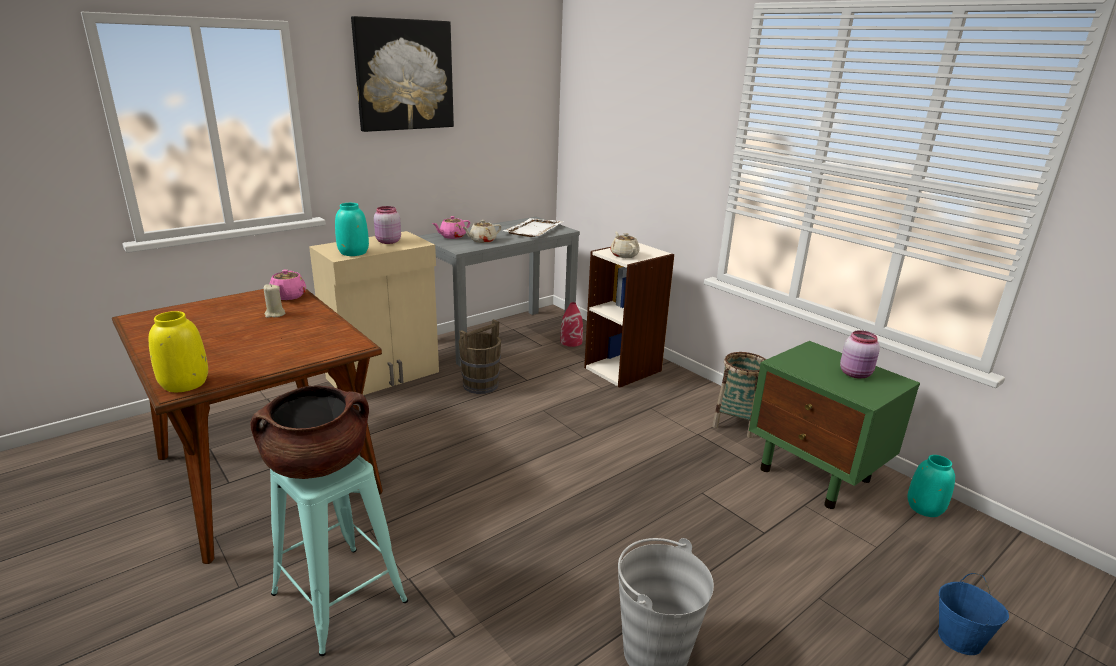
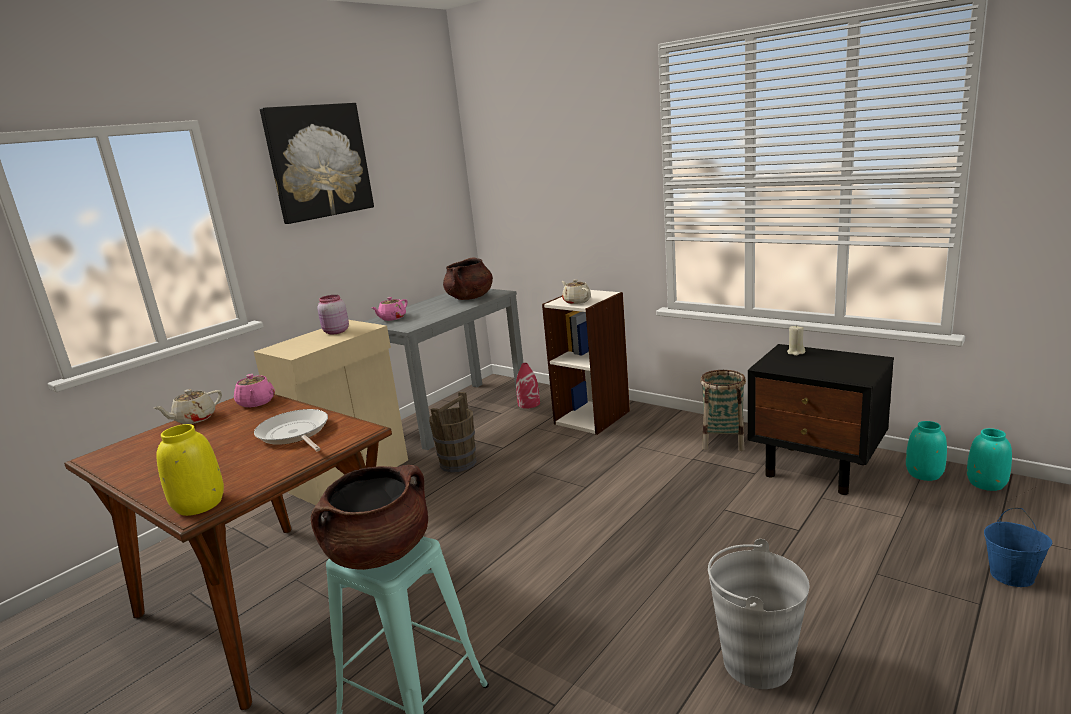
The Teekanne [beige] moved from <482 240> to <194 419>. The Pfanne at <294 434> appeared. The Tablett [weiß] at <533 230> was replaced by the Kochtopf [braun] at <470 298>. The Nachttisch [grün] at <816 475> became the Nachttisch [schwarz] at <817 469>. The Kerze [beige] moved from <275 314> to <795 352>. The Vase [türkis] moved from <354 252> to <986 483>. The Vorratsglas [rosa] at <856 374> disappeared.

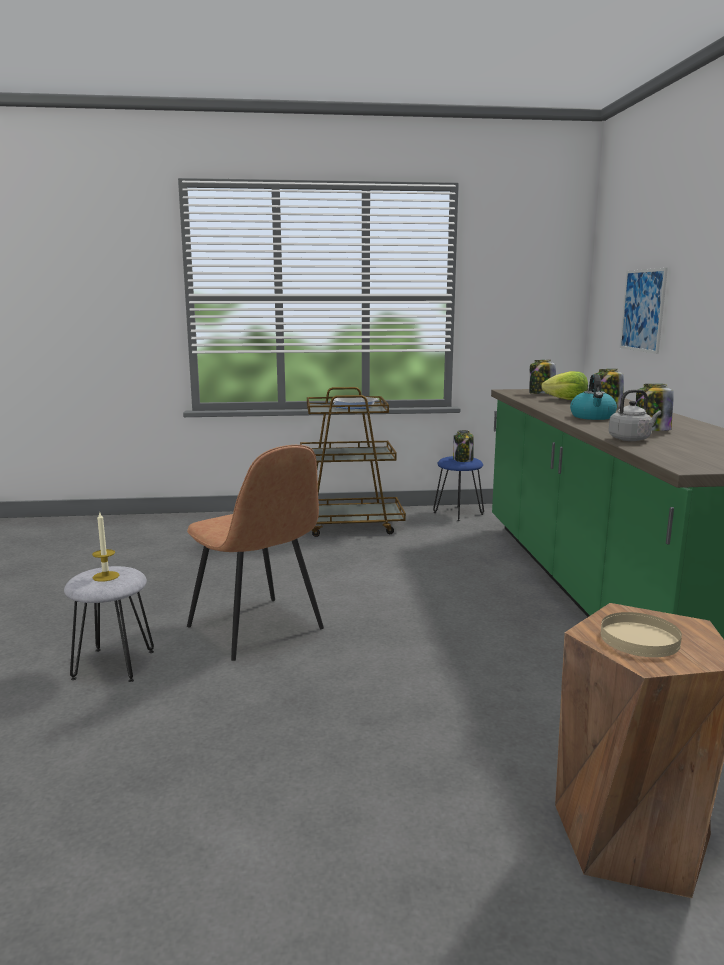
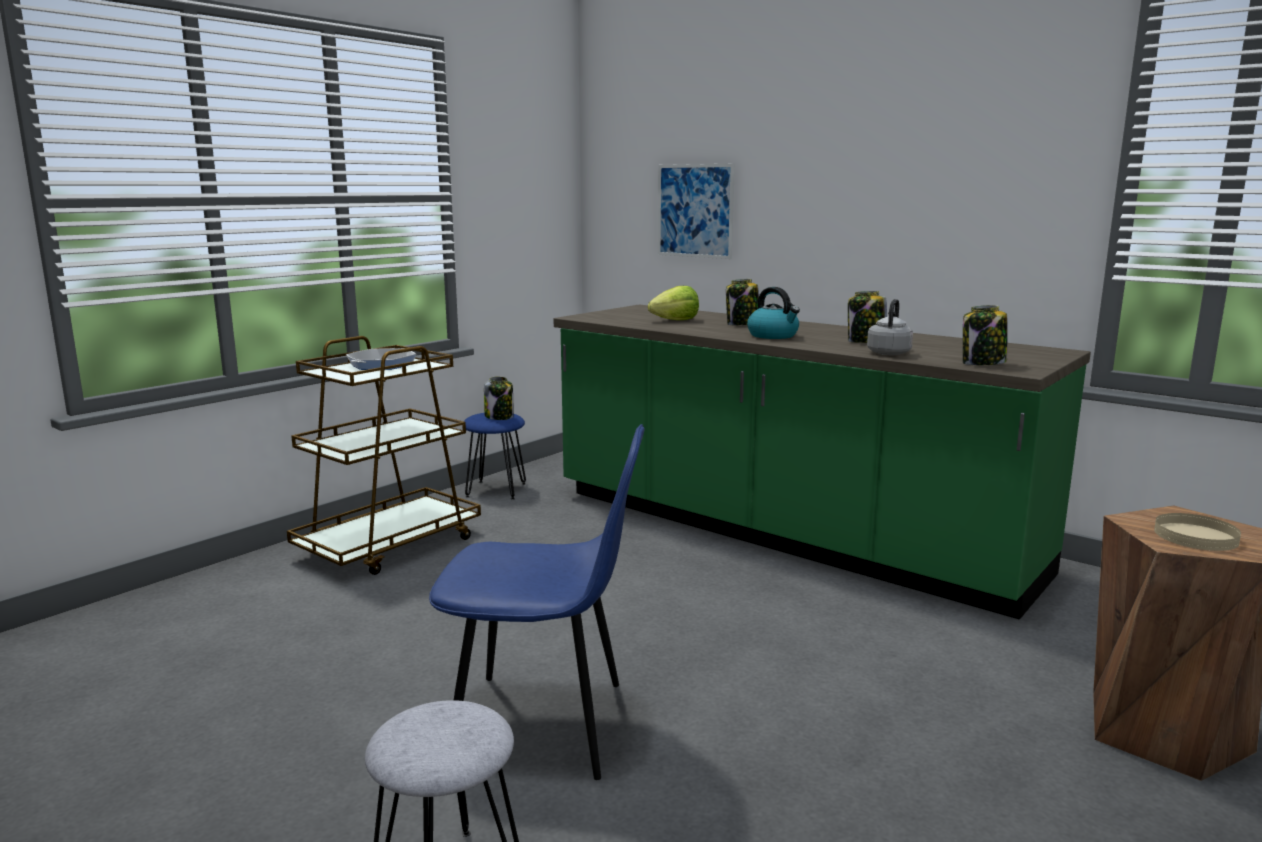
The Stuhl [braun] at <256 629> became the Stuhl [blau] at <544 725>. The Vorratsglas moved from <541 394> to <983 363>. The Kerze at <106 576> disappeared.

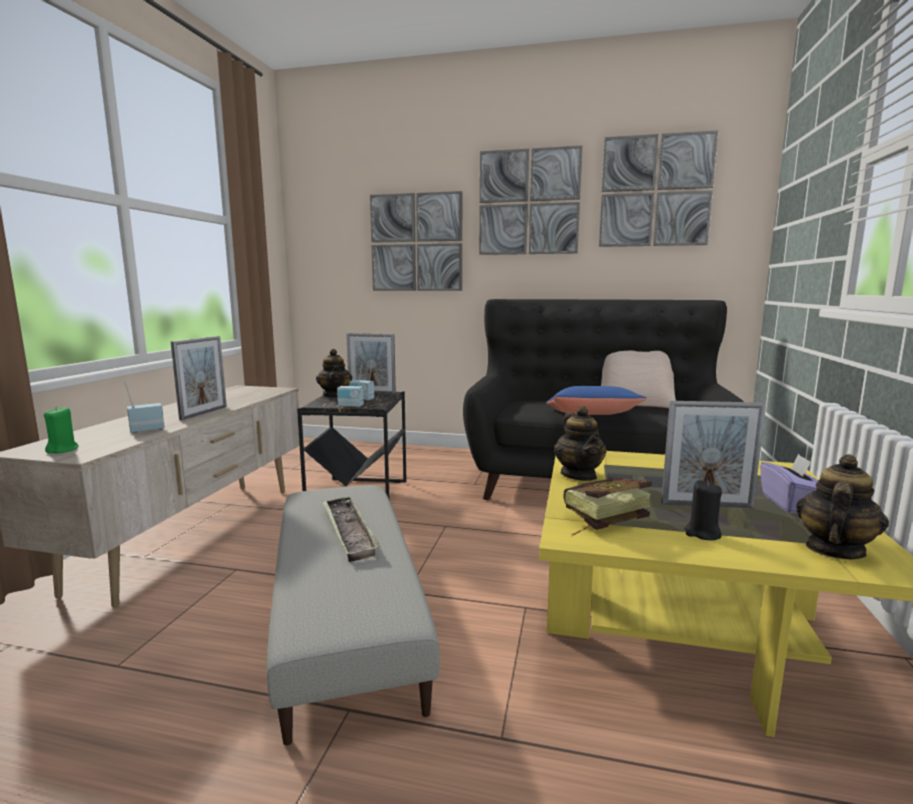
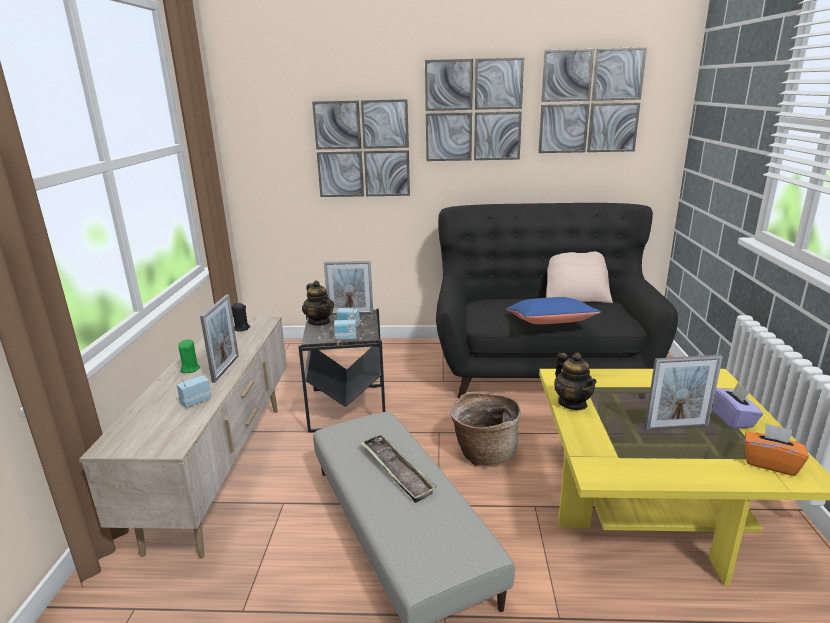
The Kerze [grün] moved from <63 450> to <190 369>. The Kerze [schwarz] moved from <702 533> to <241 328>. The Korb at <483 452> appeared. The Teekanne at <833 549> was replaced by the Taschentuchbox [orange] at <770 463>. The Buch at <599 522> disappeared.

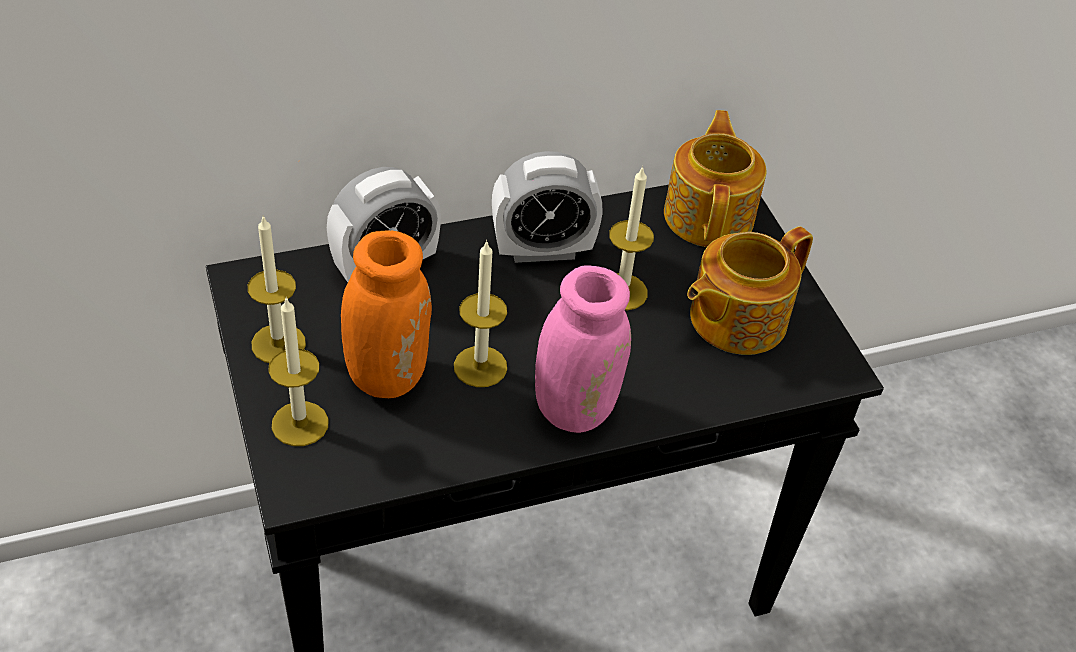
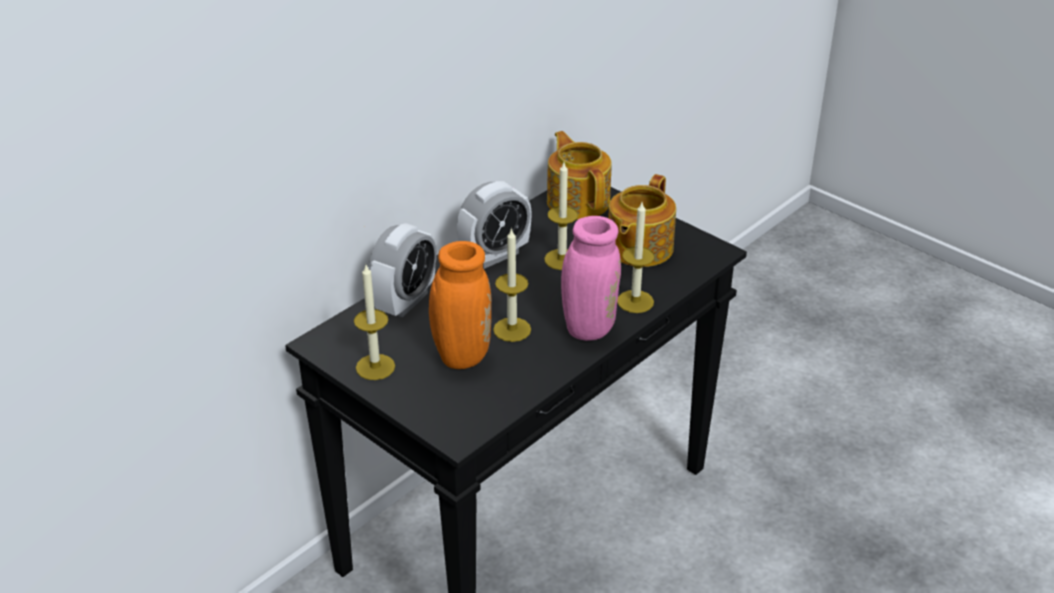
The Kerze moved from <300 423> to <635 301>.

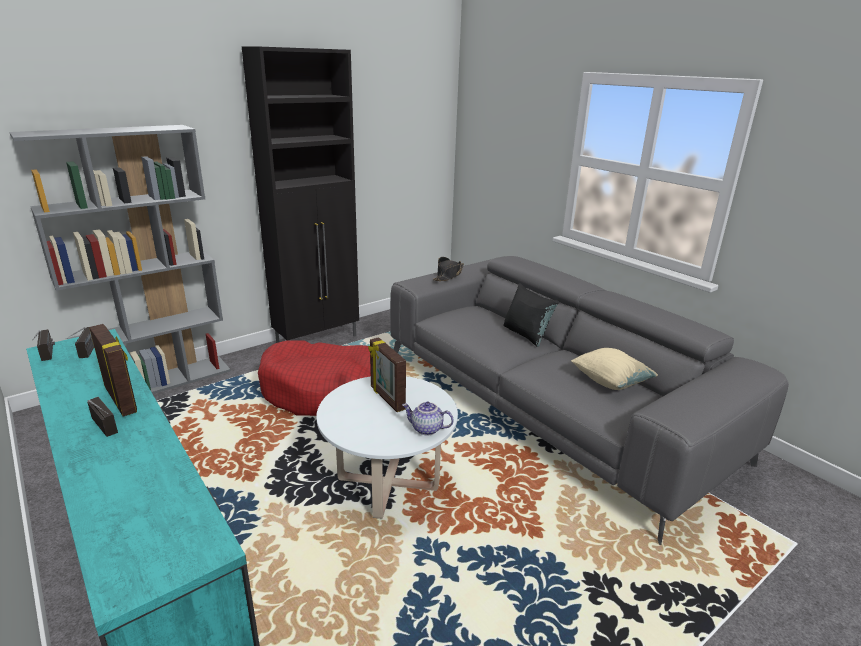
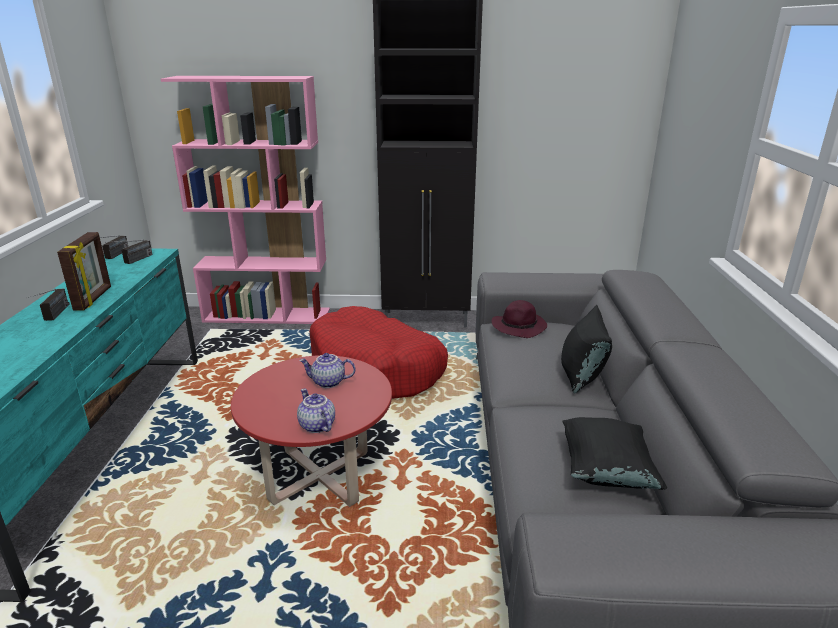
The Bücherregal [grau] at <160 381> became the Bücherregal [rosa] at <268 315>. The Couchtisch [weiß] at <388 483> became the Couchtisch [rot] at <320 477>. The Bilderrahmen at <386 398> was replaced by the Teekanne at <328 382>. The Hut [lila] at <519 327> appeared. The Kissen [beige] at <610 382> became the Kissen [schwarz] at <606 471>. The Hut [schwarz] at <448 275> disappeared.

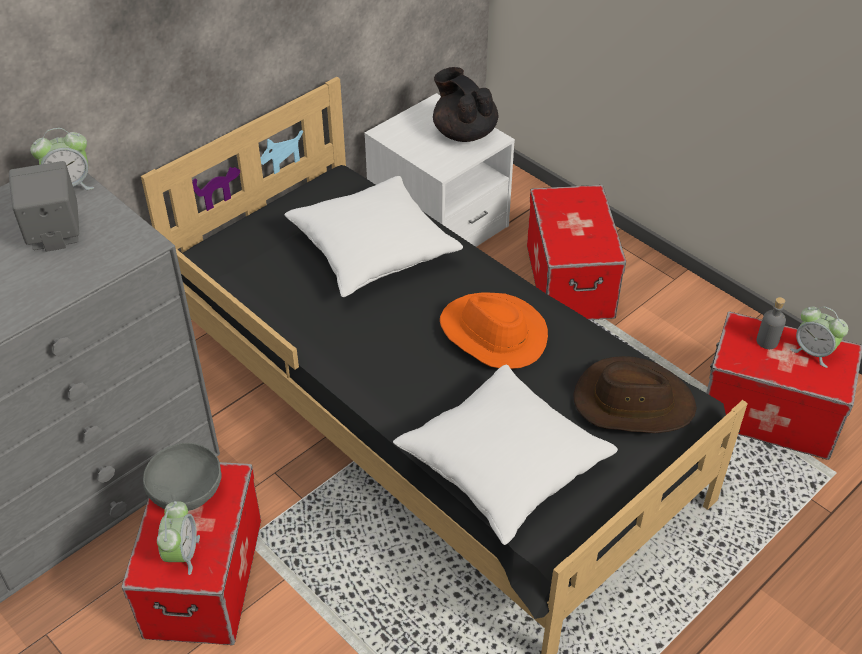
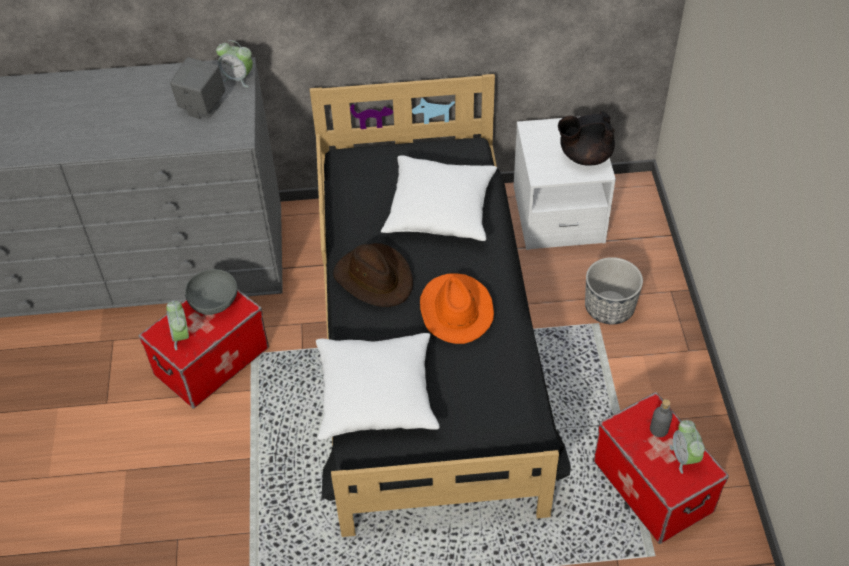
The Wecker at <182 554> turned 120 degrees clockwise. The Hut [braun] moved from <632 402> to <374 278>. The Teekanne [schwarz] at <464 132> turned 105 degrees counterclockwise. The Aufbewahrungsbox at <570 281> was replaced by the Pflanzkübel at <609 308>.

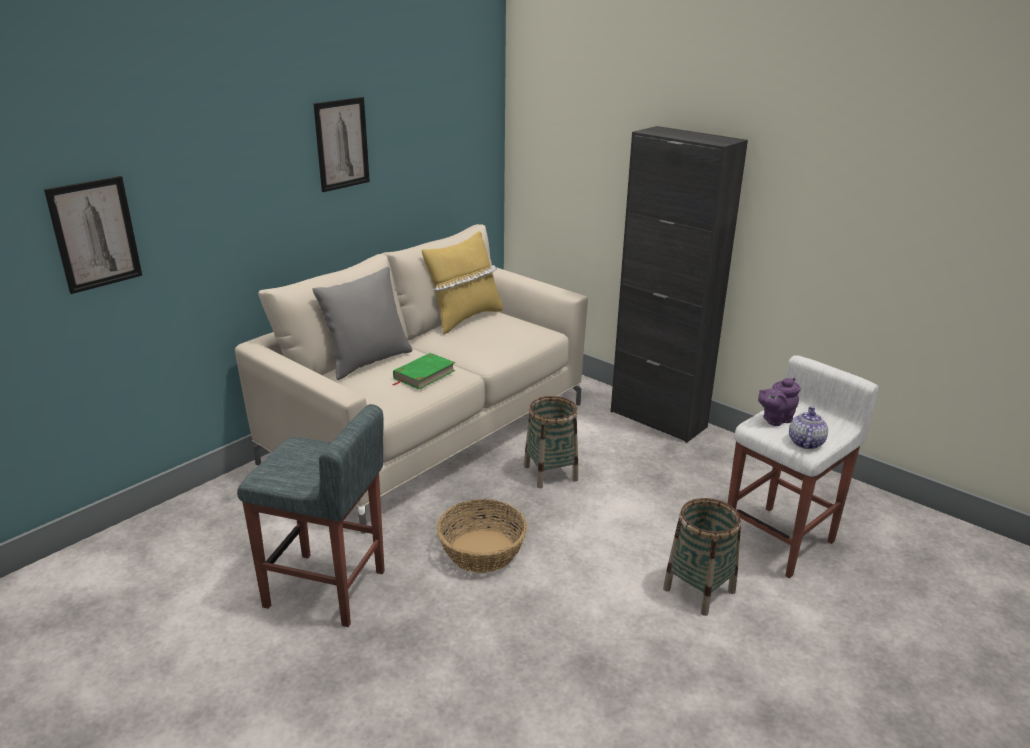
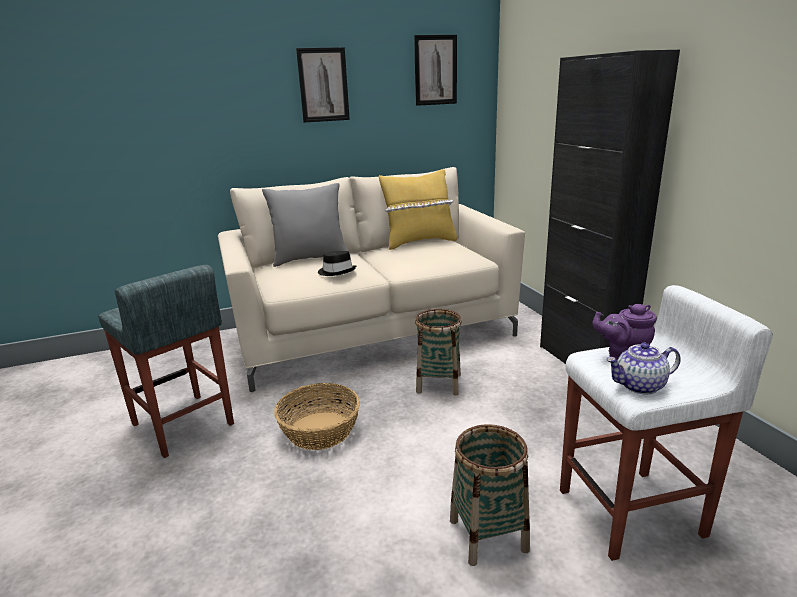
The Buch [grün] at <424 374> was replaced by the Hut [schwarz] at <337 271>. The Bild moved from <95 234> to <435 70>. The Teekanne at <805 442> turned 150 degrees counterclockwise.

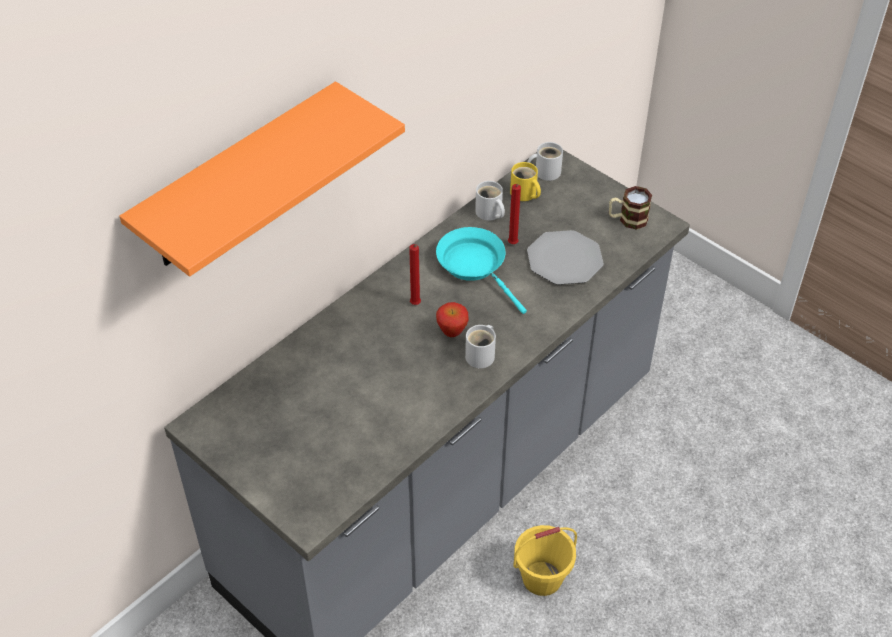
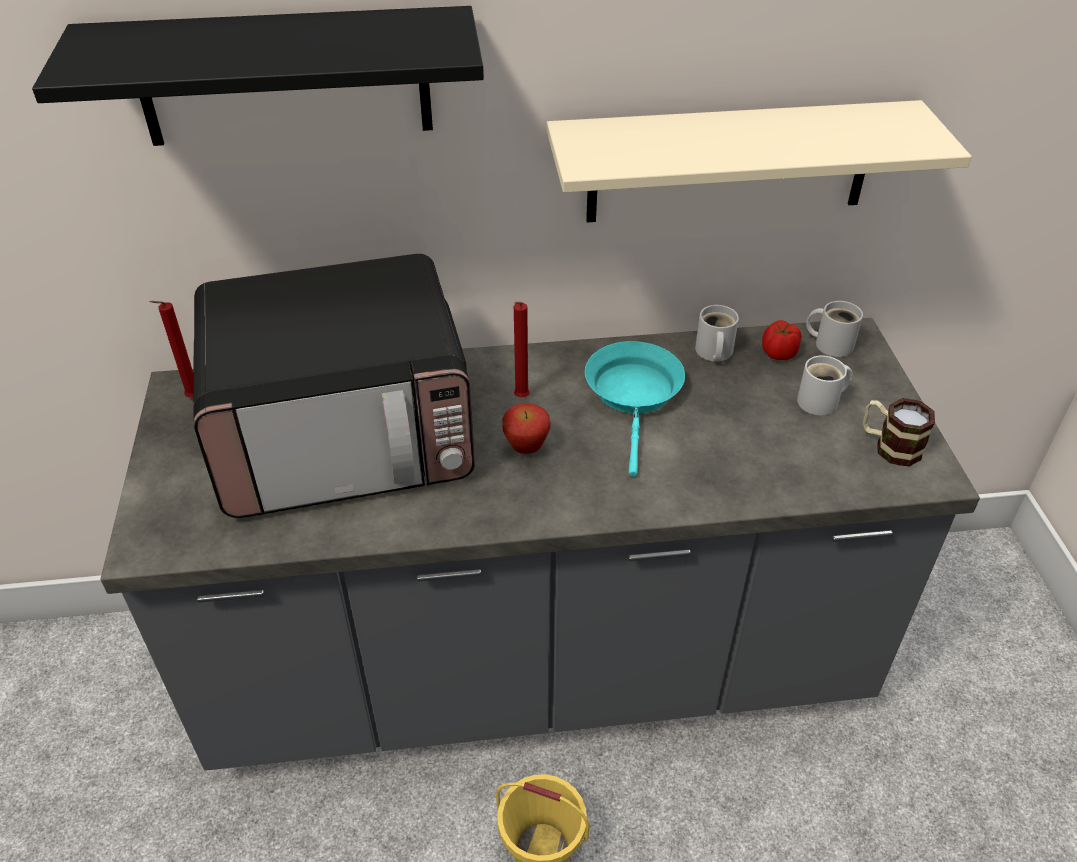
The Wandregal [orange] at <238 179> became the Wandregal [schwarz] at <284 77>. The Kerze [rot] moved from <512 245> to <191 398>. The Mikrowelle at <346 436> appeared. The Wandregal [beige] at <729 162> appeared. The Henkelbecher [gelb] at <524 194> was replaced by the Tomate at <778 354>. The Henkelbecher [weiß] moved from <482 355> to <821 402>. The Teller at <565 259> disappeared.

